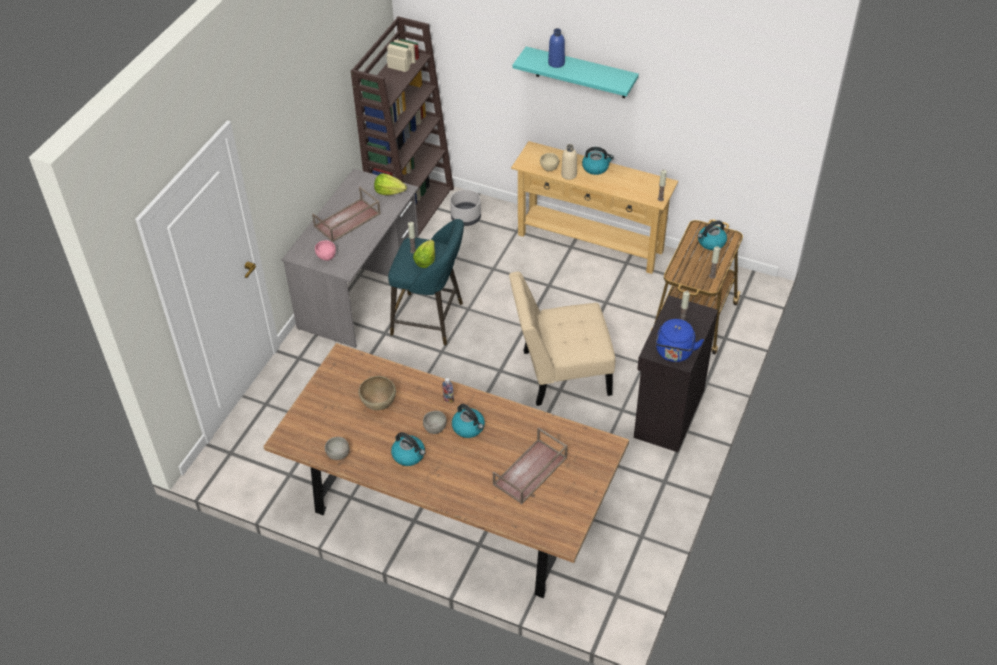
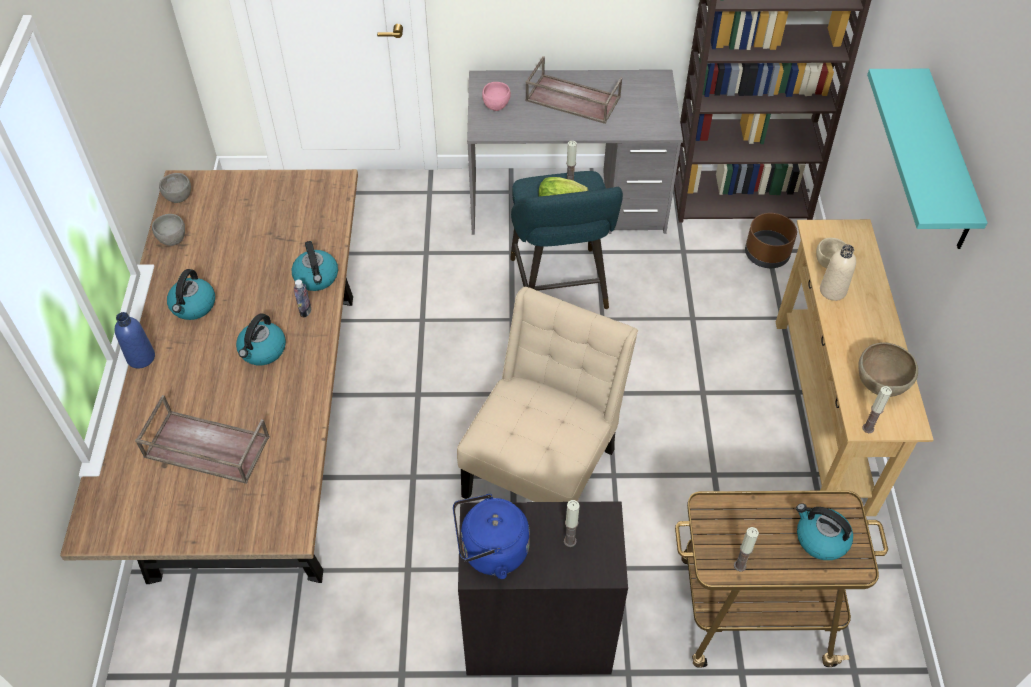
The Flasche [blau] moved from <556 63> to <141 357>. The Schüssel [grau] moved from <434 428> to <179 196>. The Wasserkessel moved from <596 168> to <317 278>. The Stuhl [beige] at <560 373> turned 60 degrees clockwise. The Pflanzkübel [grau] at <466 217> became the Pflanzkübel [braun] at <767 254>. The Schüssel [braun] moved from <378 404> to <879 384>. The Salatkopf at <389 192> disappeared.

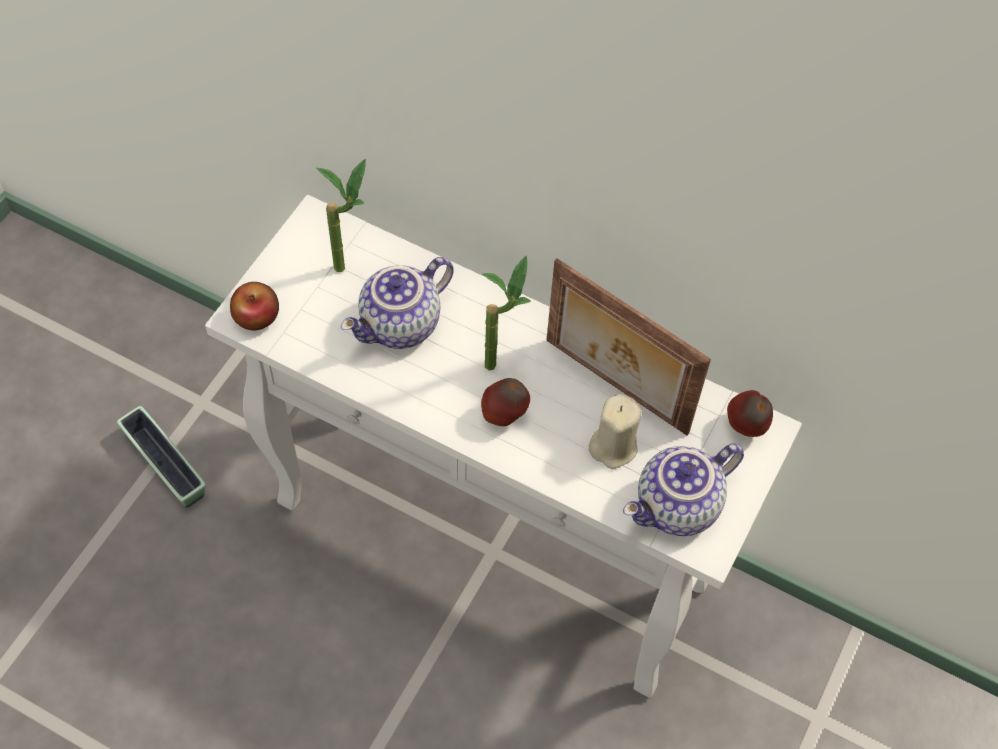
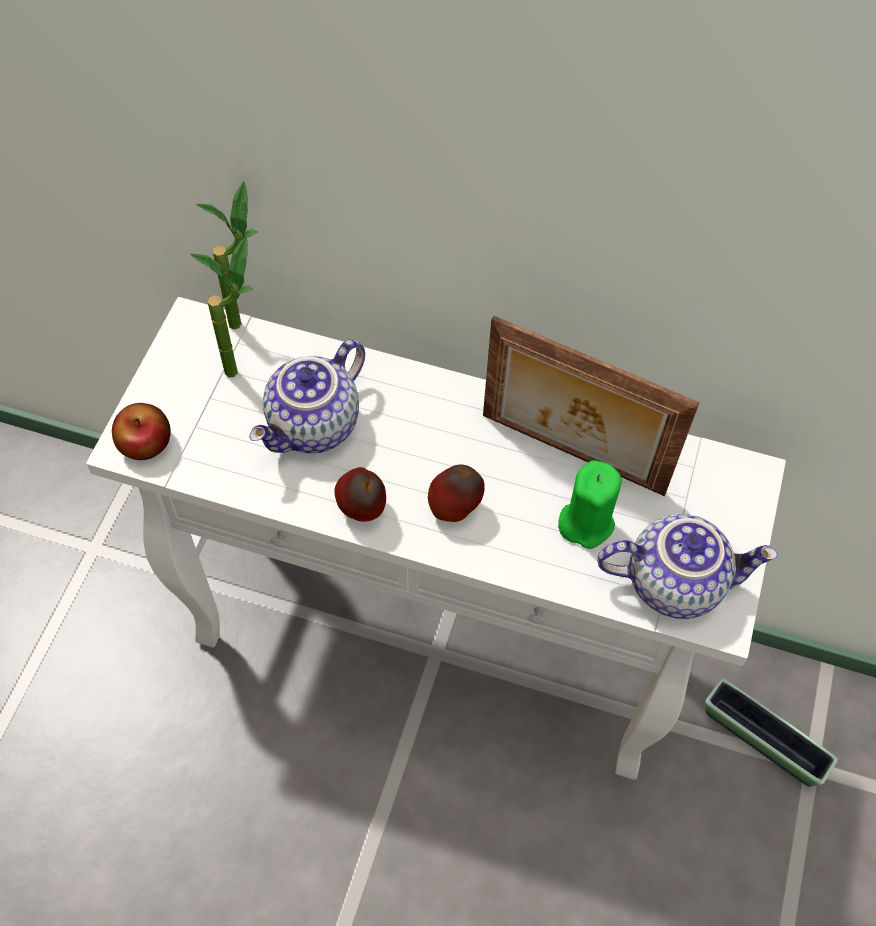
The Topfpflanze moved from <501 360> to <246 318>. The Apfel moved from <746 427> to <362 511>. The Kerze [beige] at <613 446> became the Kerze [grün] at <586 522>. The Teekanne at <677 508> turned 135 degrees counterclockwise. The Pflanzkübel moved from <166 466> to <762 740>.

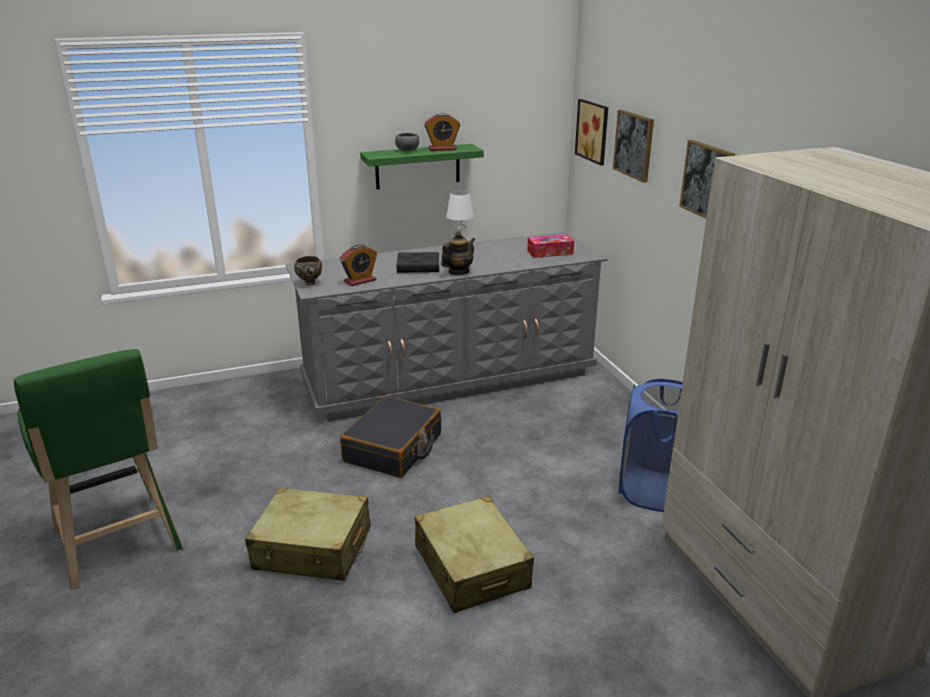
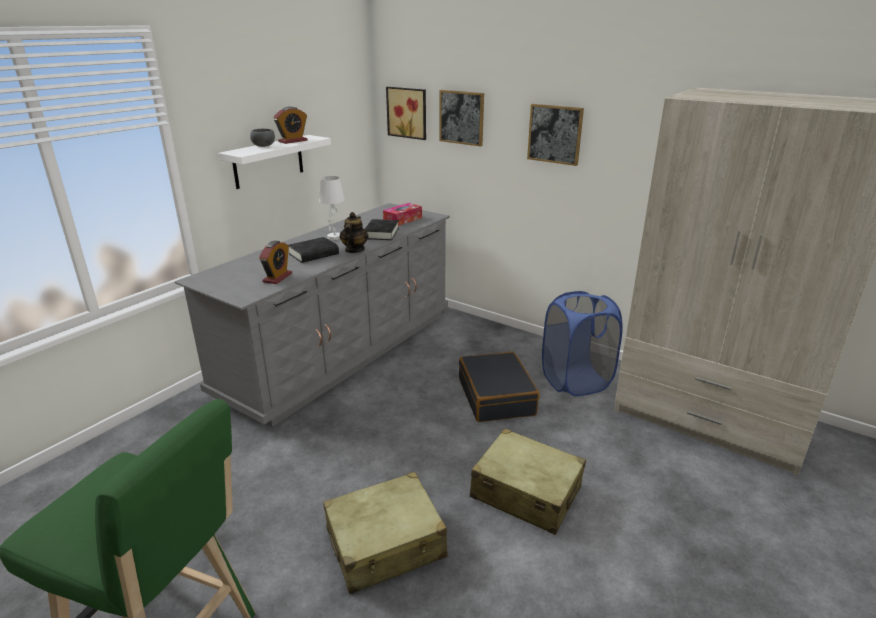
The Wandregal [grün] at <417 166> became the Wandregal [weiß] at <268 161>. The Buch [schwarz] at <381 233> appeared. The Koffer [schwarz] moved from <393 448> to <496 397>. The Schüssel [braun] at <309 283> disappeared.

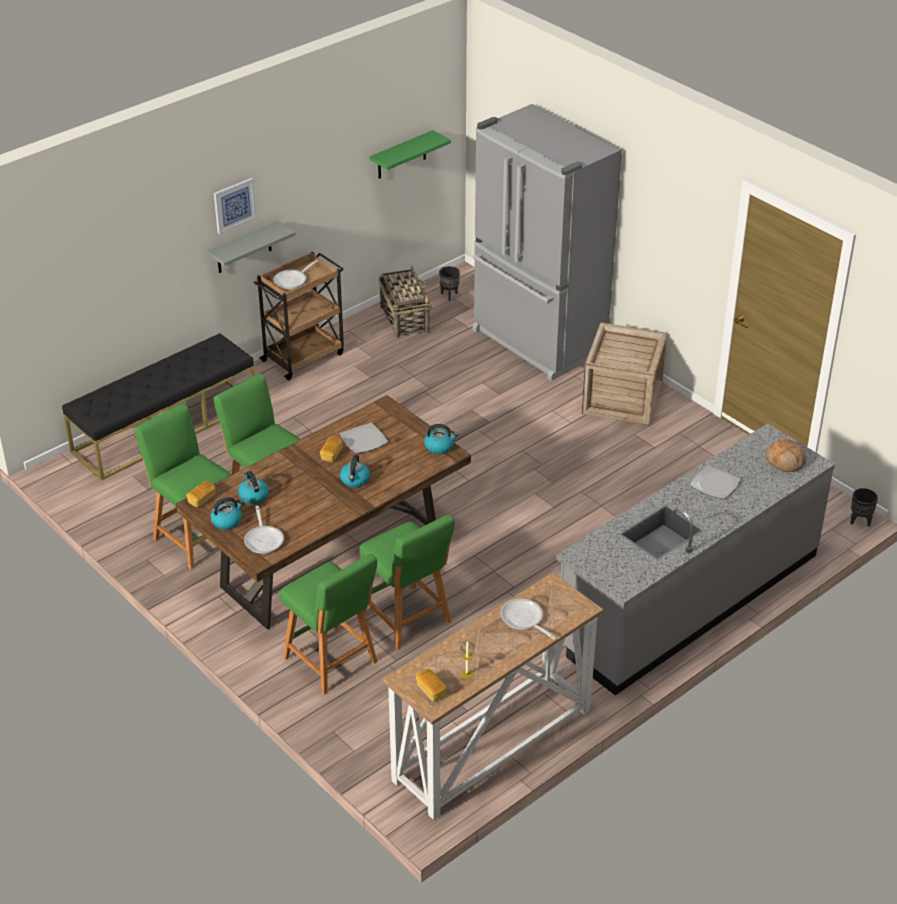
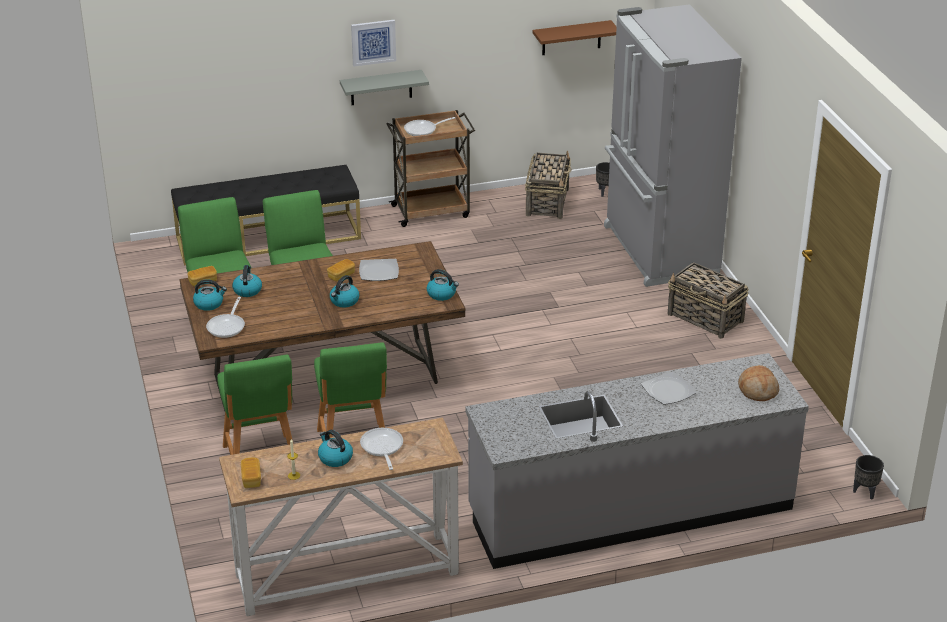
The Wasserkessel at <335 458> appeared. The Wandregal [grün] at <401 155> became the Wandregal [braun] at <571 38>. The Kiste at <623 397> was replaced by the Korb at <706 318>.

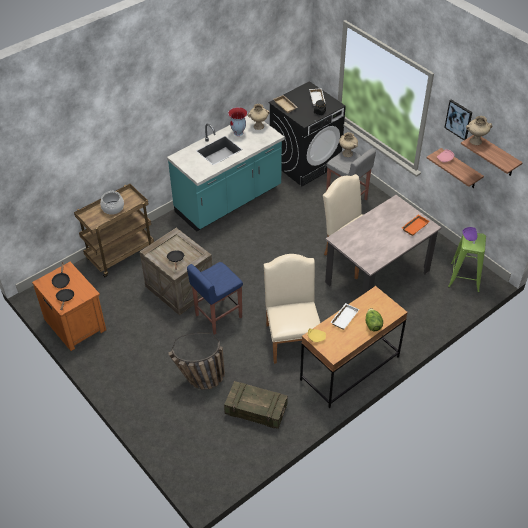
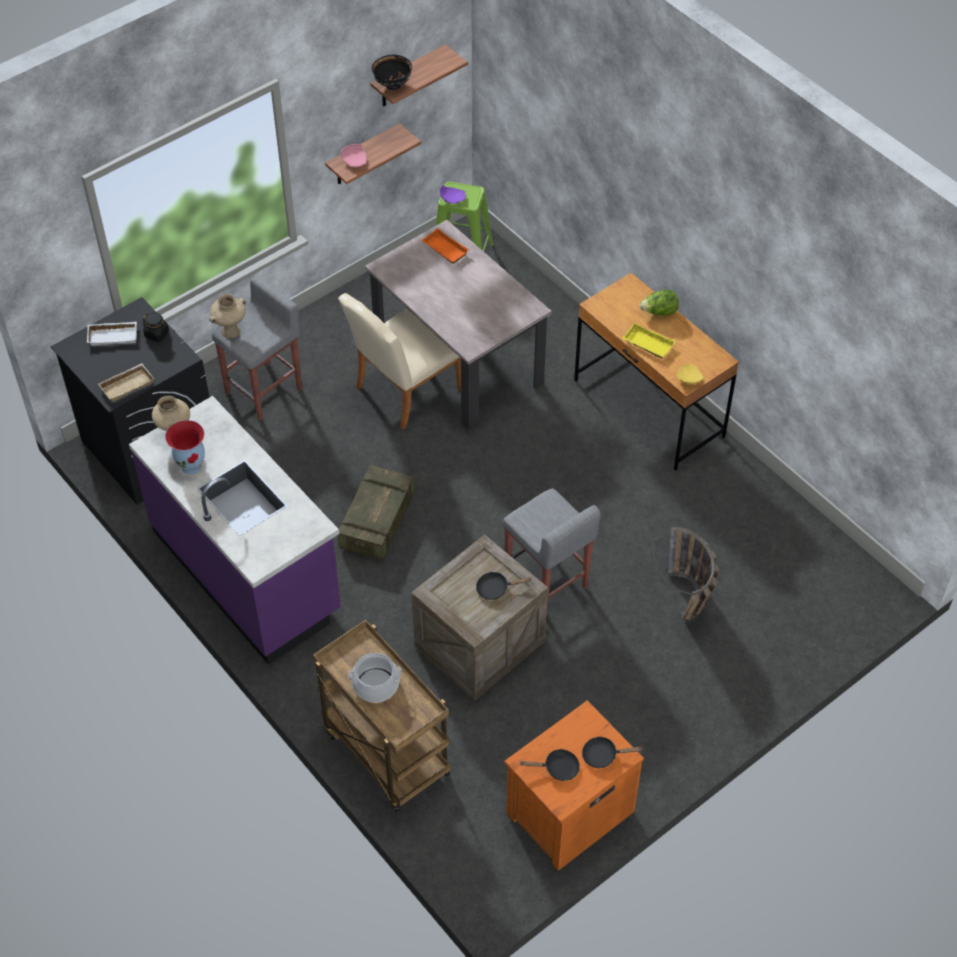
The Küchenzeile [türkis] at <229 201> became the Küchenzeile [lila] at <247 571>. The Kiste moved from <256 410> to <377 522>. The Vase [beige] at <475 141> was replaced by the Schüssel [schwarz] at <393 85>. The Hocker [blau] at <218 316> became the Hocker [grau] at <546 582>. The Tablett [weiß] at <344 317> became the Tablett [gelb] at <647 344>. The Stuhl [beige] at <292 337> disappeared. The Bild at <459 119> disappeared.

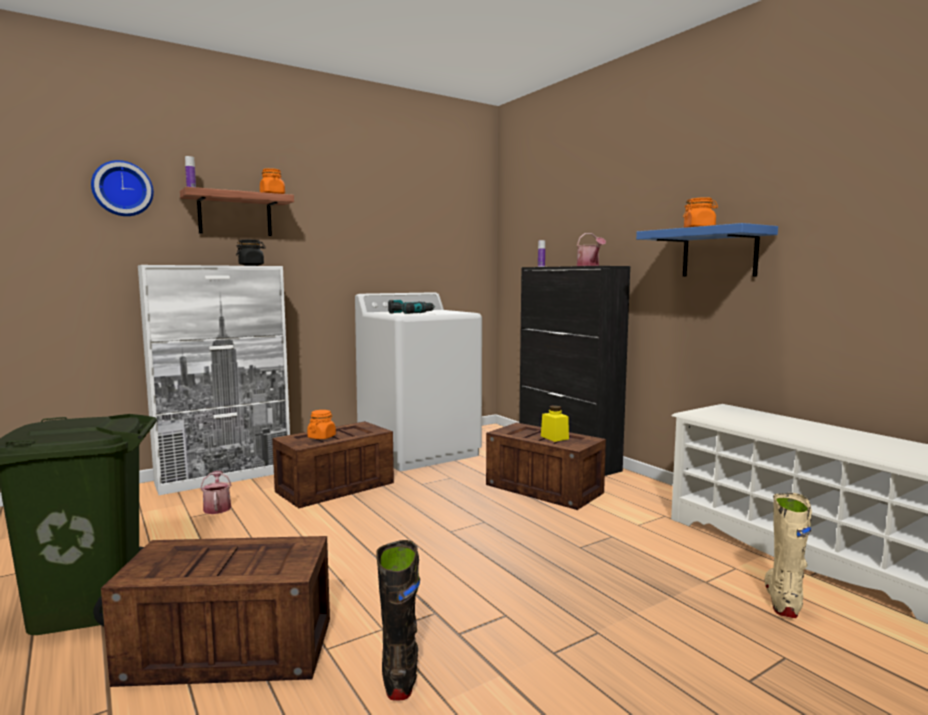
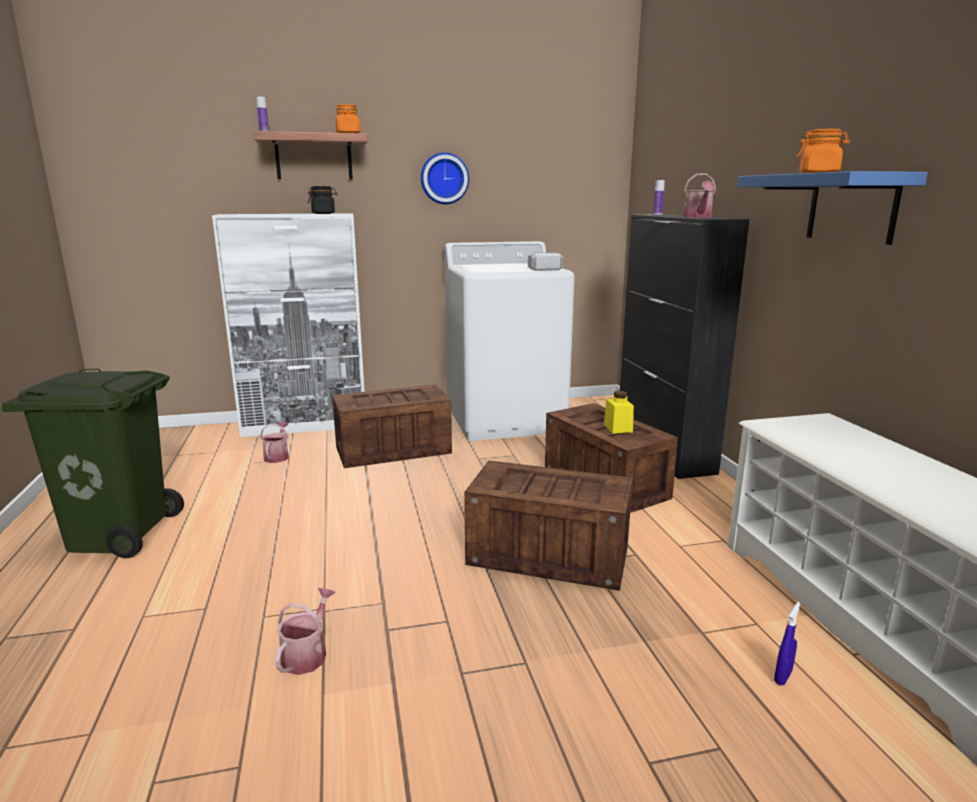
The Stiefel [schwarz] at <400 671> was replaced by the Gießkanne at <307 654>. The Wanduhr moved from <122 189> to <444 178>. The Kiste moved from <232 649> to <550 556>. The Hammer at <538 267> appeared. The Stiefel [beige] at <782 600> was replaced by the Sprühflasche [blau] at <783 677>. The Vorratsglas [orange] at <321 437> disappeared. The Bohrmaschine at <410 313> disappeared.

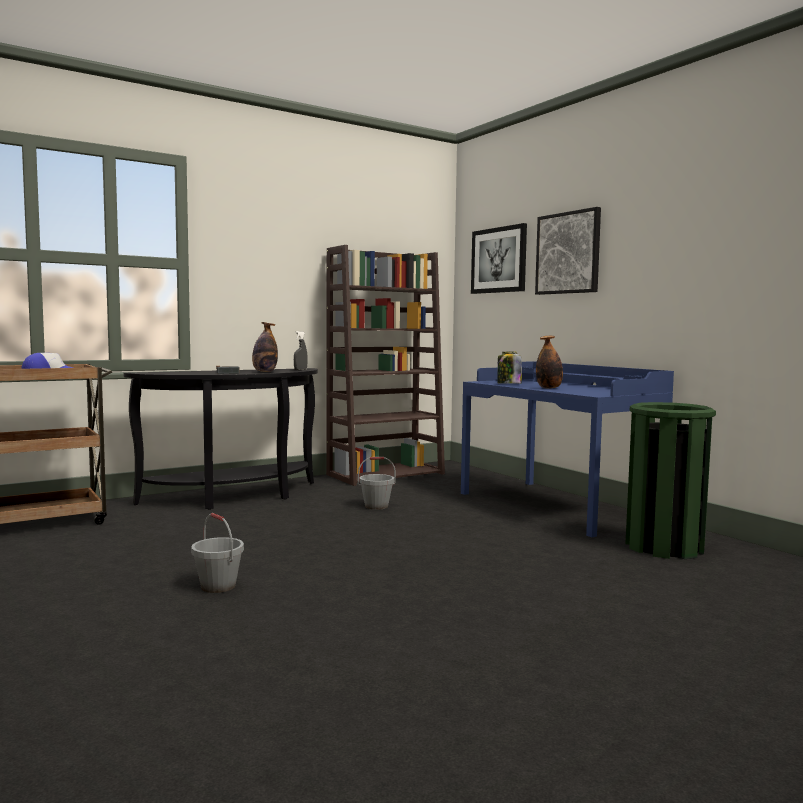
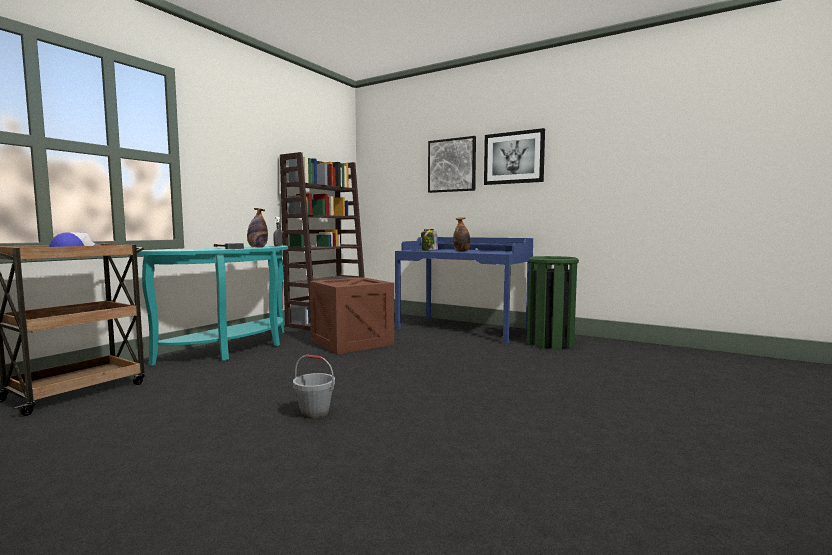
The Konsolentisch [schwarz] at <237 498> became the Konsolentisch [türkis] at <236 349>. The Eimer [grau] at <376 506> was replaced by the Kiste at <351 342>. The Bild moved from <499 260> to <513 158>.

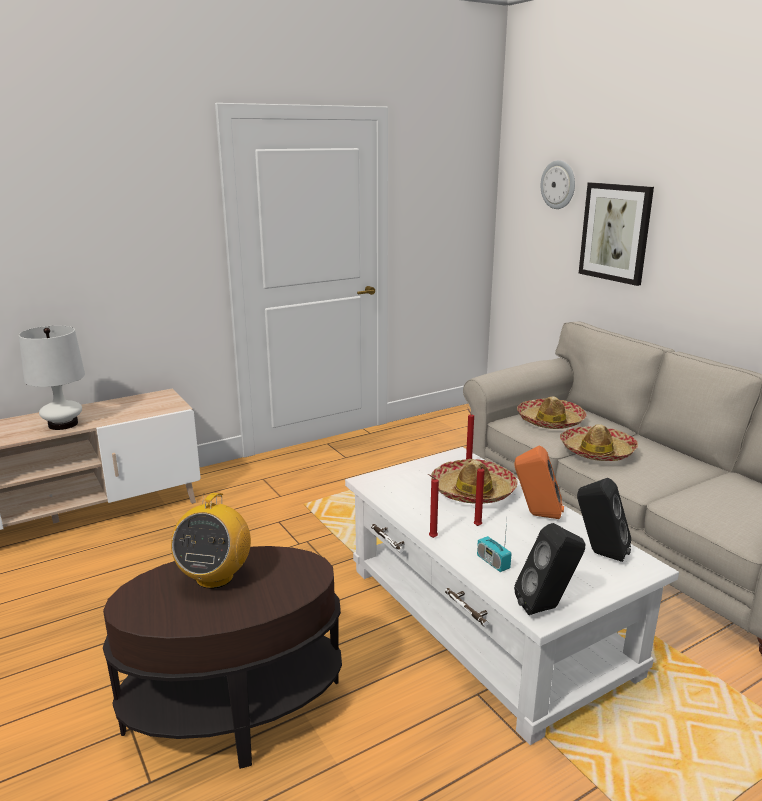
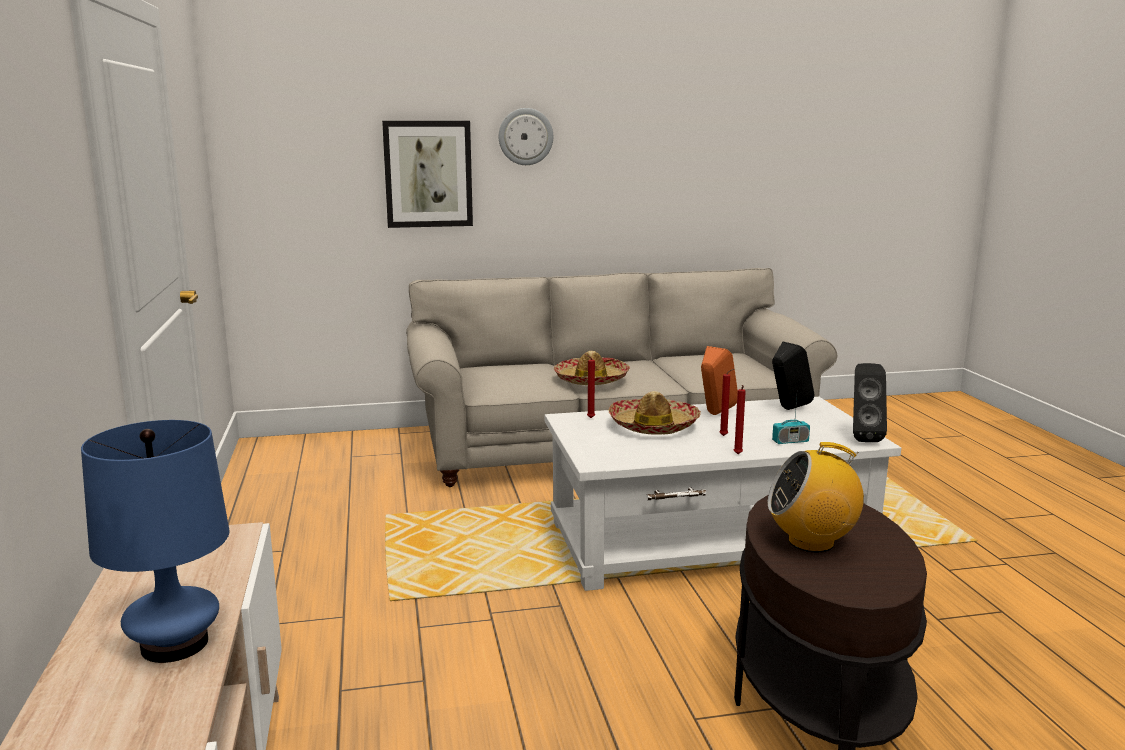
The Tischlampe [weiß] at <63 424> became the Tischlampe [blau] at <174 644>. The Wanduhr moved from <558 184> to <525 136>. The Radio at <214 577> turned 150 degrees clockwise. The Hut at <550 421> disappeared.

